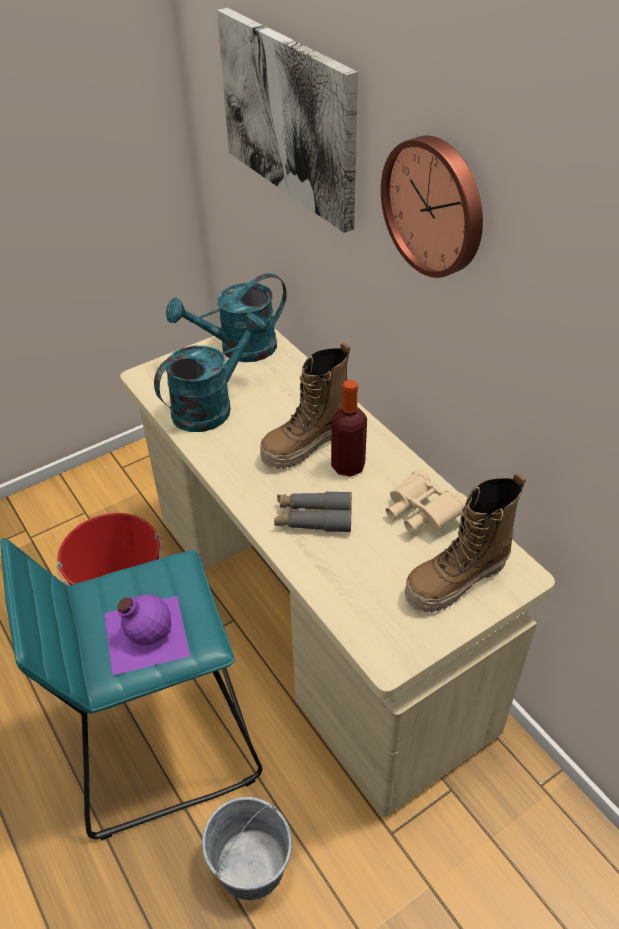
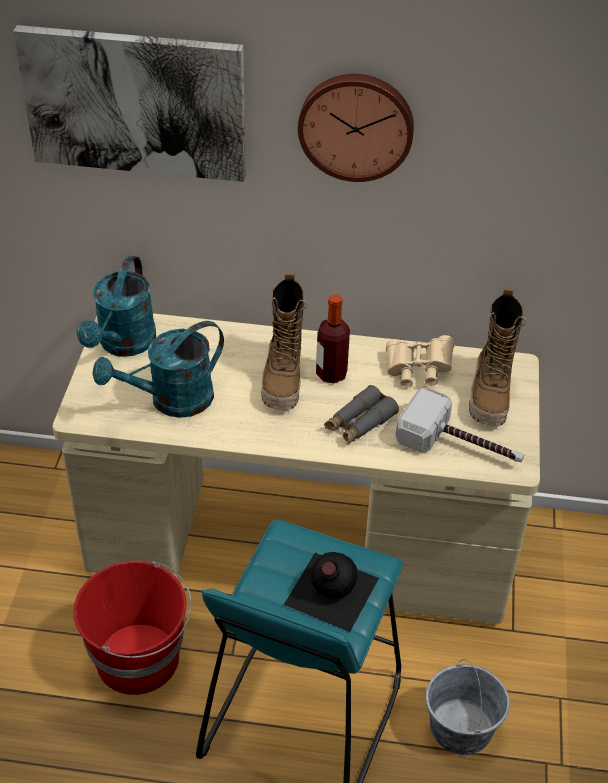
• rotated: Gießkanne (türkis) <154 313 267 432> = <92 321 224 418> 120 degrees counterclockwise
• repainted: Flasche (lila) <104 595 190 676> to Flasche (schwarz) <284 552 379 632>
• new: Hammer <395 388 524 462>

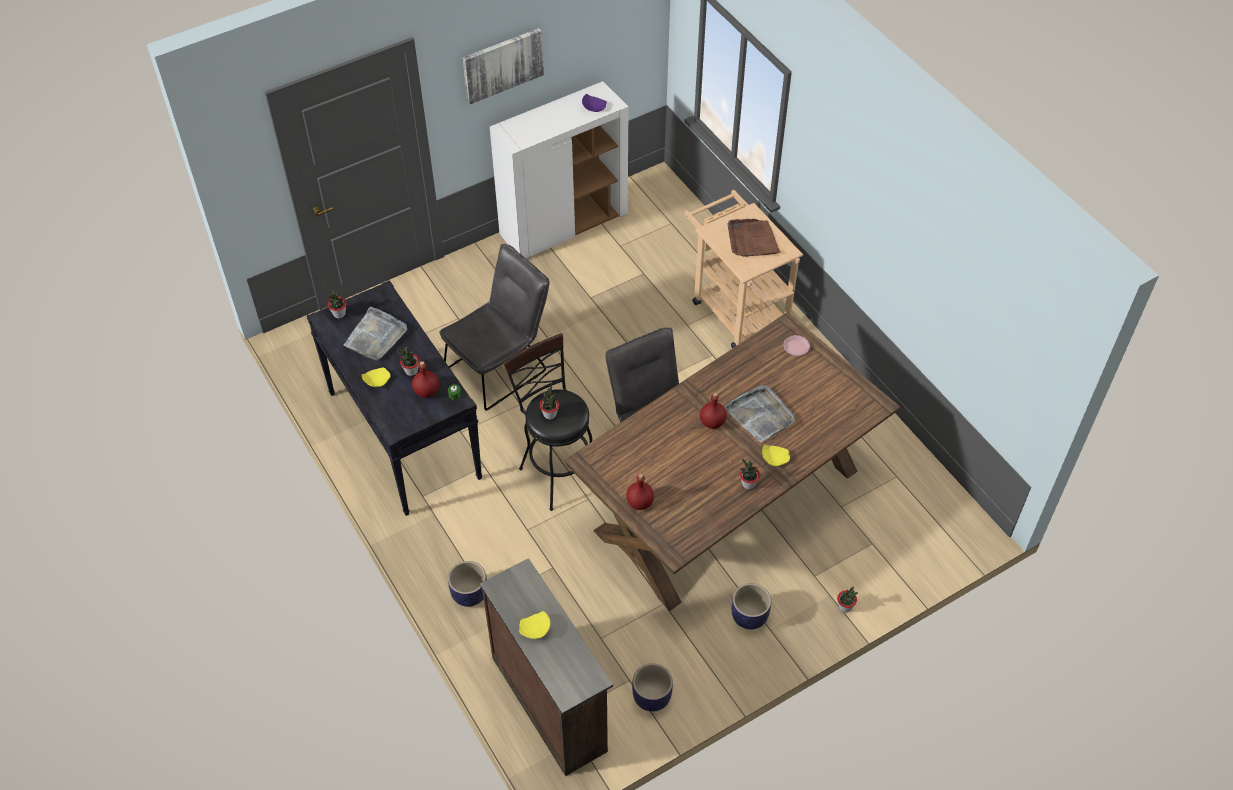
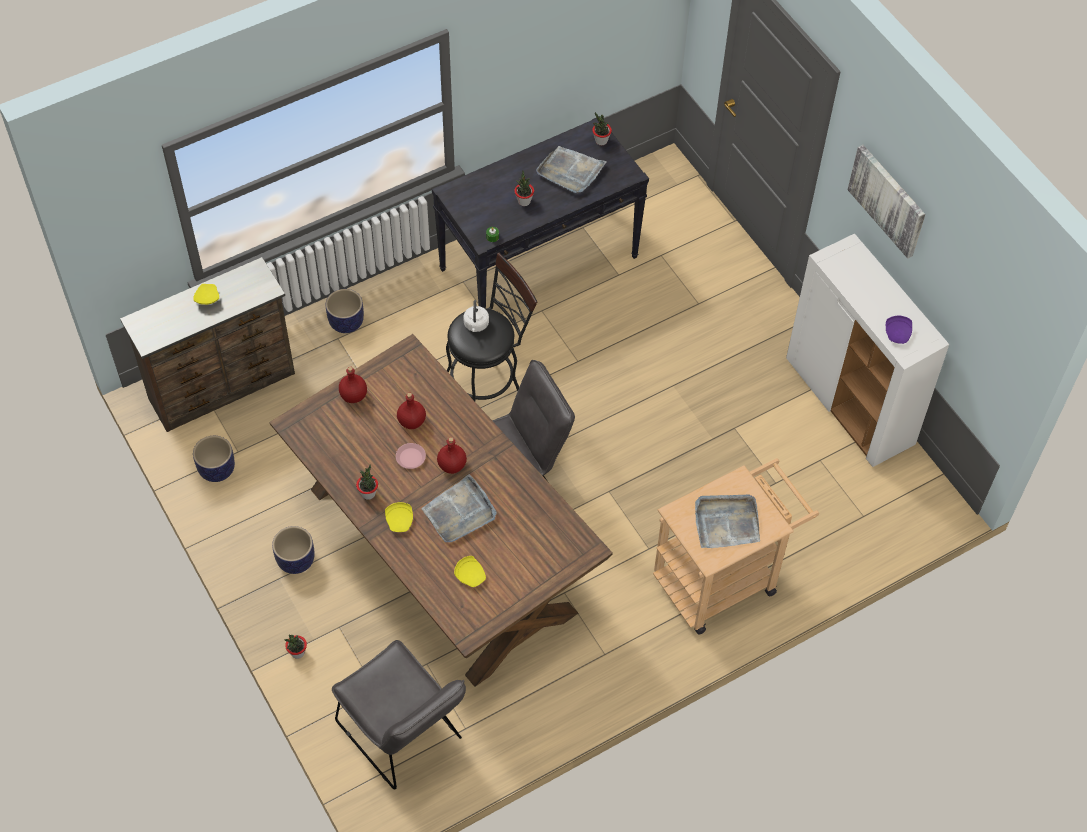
• shifted: Stuhl (grau) <439 244 550 410> to <332 640 466 790>
• shifted: Teller (rosa) <783 335 810 356> to <396 443 426 469>
• shifted: Flasche (rot) <412 361 439 398> to <397 393 426 429>
• shifted: Teller (gelb) <362 368 391 387> to <454 556 486 587>
• swapped: Topfpflanze <540 385 559 419> to Wasserkessel (weiß) <463 300 489 332>
• repainted: Tablett (braun) <727 219 781 257> to Tablett (grau) <695 494 760 548>

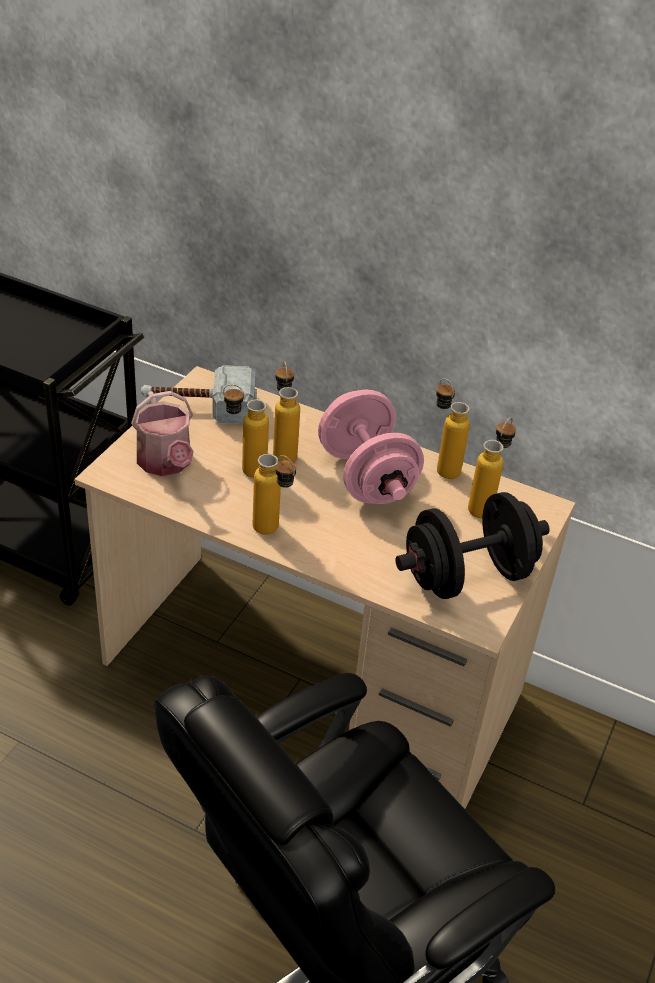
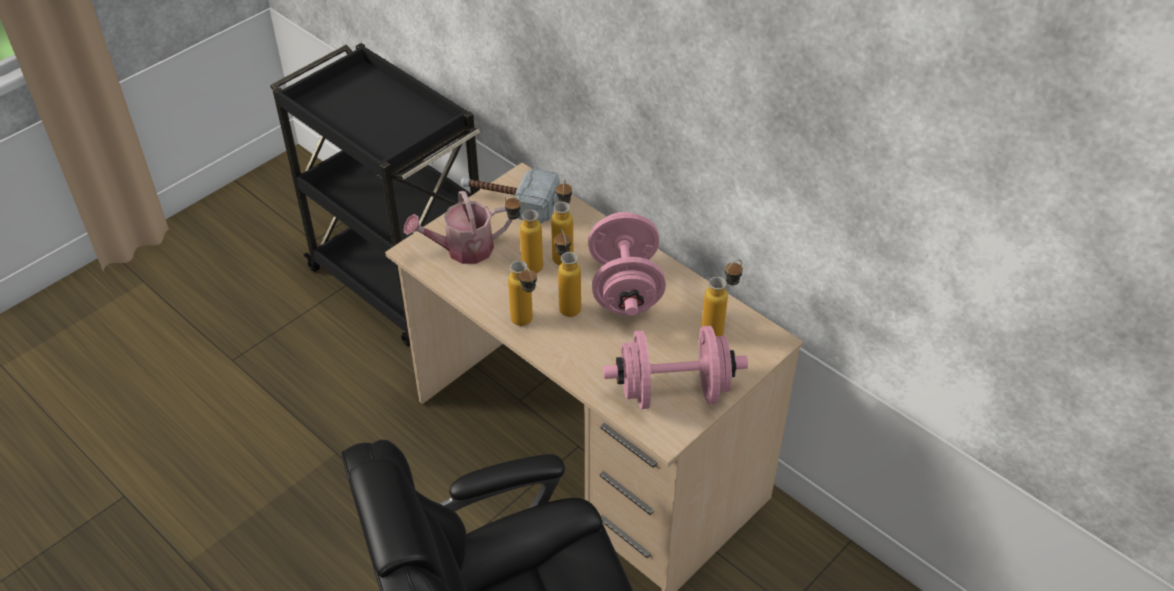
• rotated: Gießkanne <131 391 194 476> = <404 191 513 264> 75 degrees clockwise
• shifted: Flasche <436 378 470 479> to <554 229 581 317>
• repainted: Hantel (schwarz) <396 492 550 599> to Hantel (rosa) <603 326 748 409>

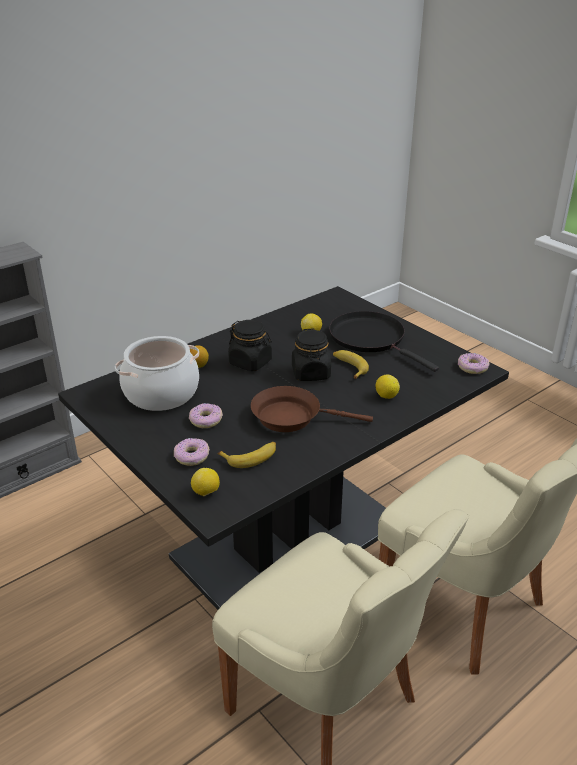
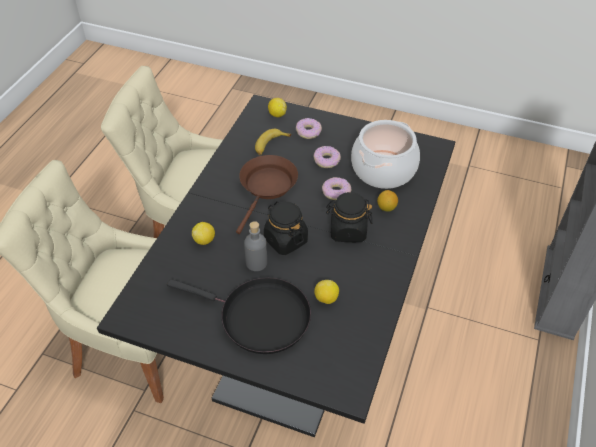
• rotated: Pfanne (braun) <251 386 373 432> = <236 155 298 234> 45 degrees counterclockwise
• swapped: Banane <333 350 369 379> to Flasche (grau) <244 221 267 271>
• shifted: Donut <458 353 489 374> to <322 177 351 200>

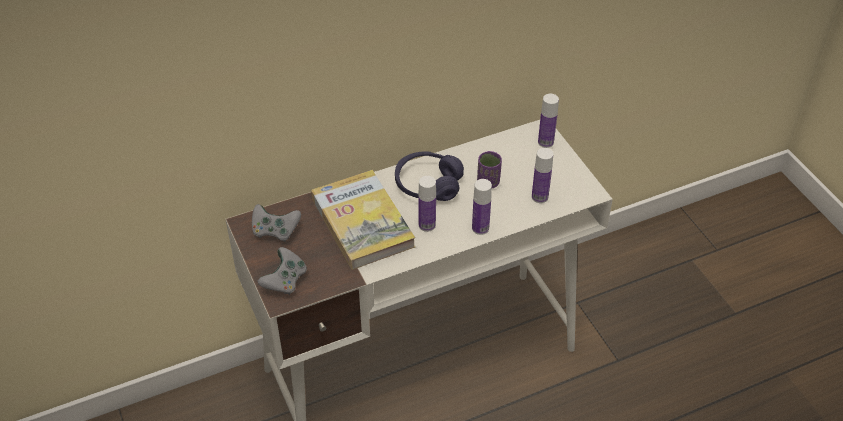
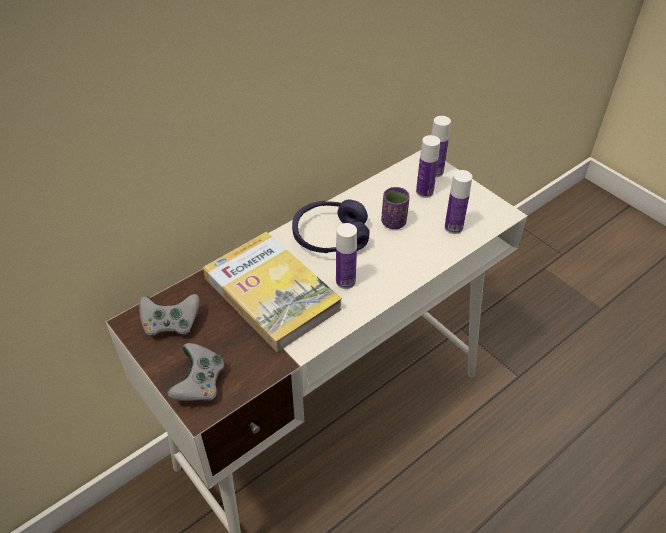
• shifted: Flasche <472 179 492 235> to <416 135 440 198>

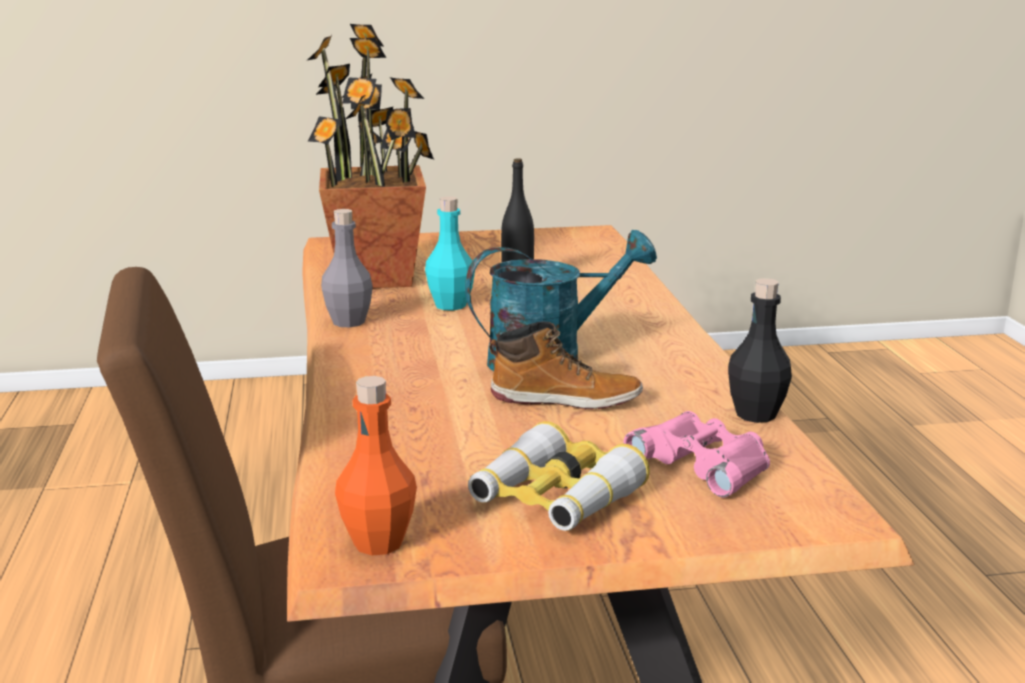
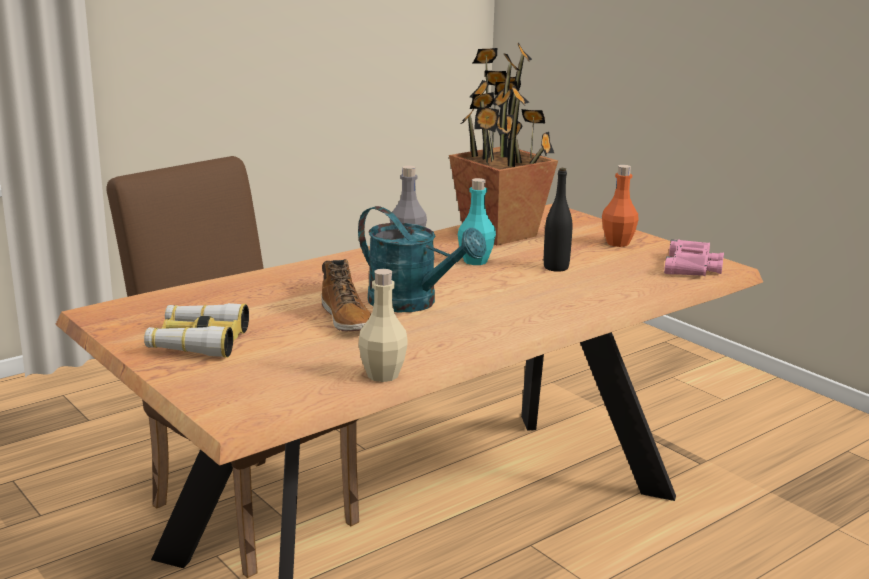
• repainted: Flasche (schwarz) <728 278 792 423> to Flasche (beige) <358 269 407 382>
• shifted: Flasche (orange) <335 376 417 555> to <602 165 639 247>
• shifted: Fernglas (rosa) <623 411 770 498> to <664 239 724 276>

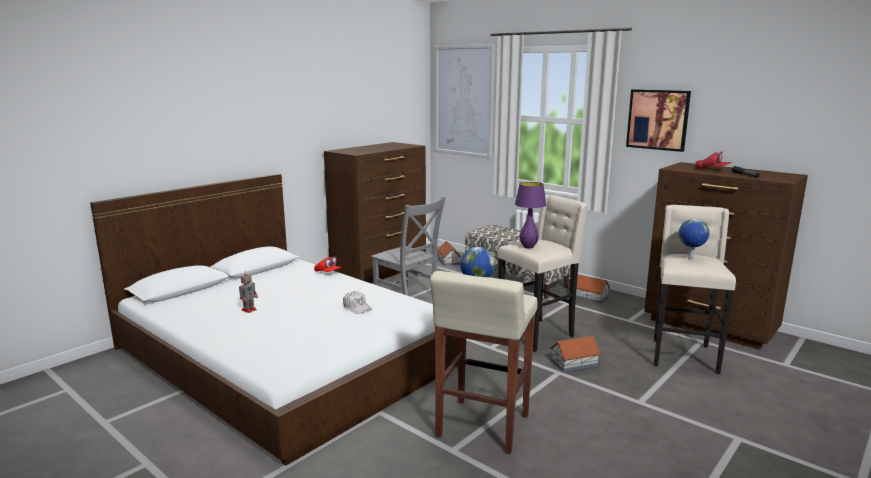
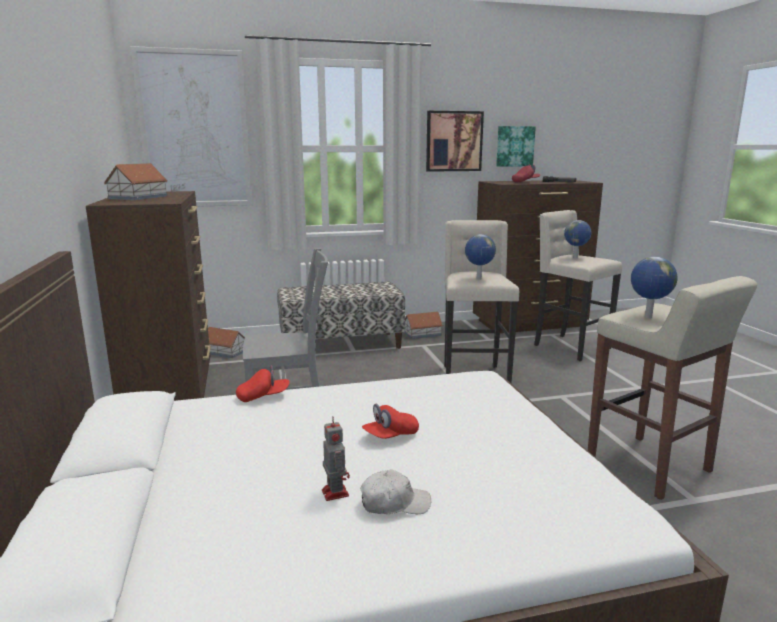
• shifted: Spielzeughaus <550 336 601 372> to <104 163 168 200>
• shifted: Kappe (weiß) <343 291 372 314> to <360 469 431 514>
• new: Kappe (rot) <362 404 419 439>
• swapped: Tischlampe (lila) <515 182 546 249> to Globus <465 234 496 280>
• new: Bild <496 126 536 167>

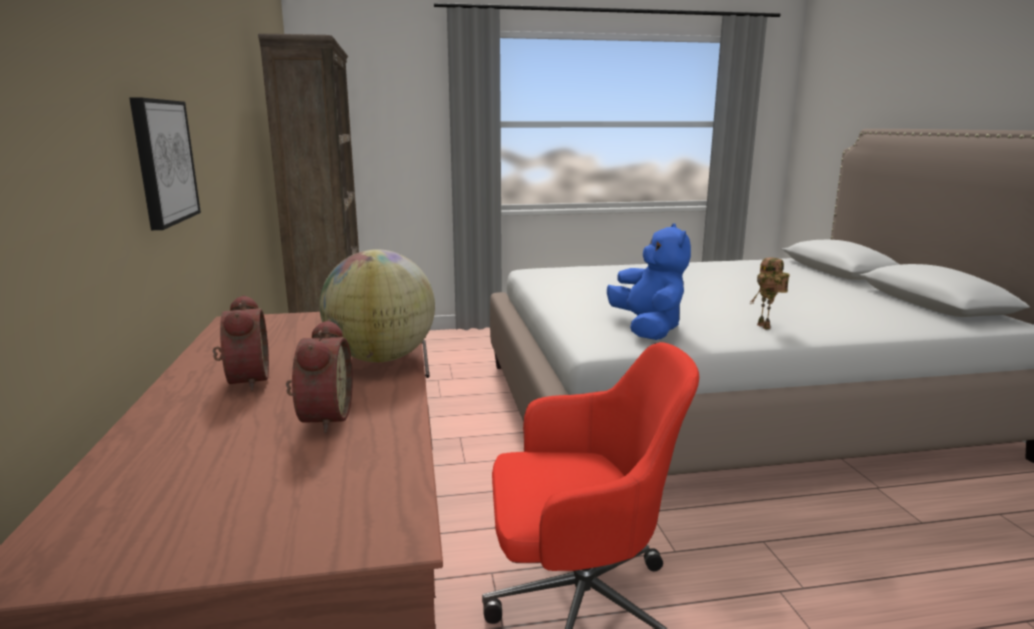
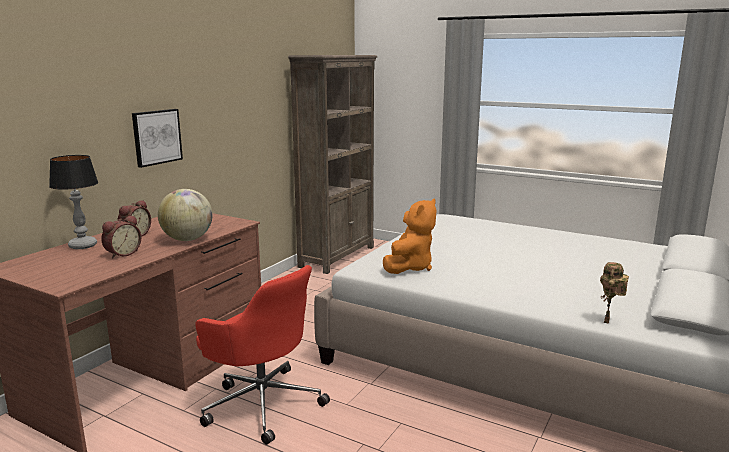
• new: Tischlampe <49 155 98 249>
• repainted: Plüschtier (blau) <607 223 691 340> to Plüschtier (orange) <383 199 437 274>
• shifted: Spielzeugroboter <750 258 790 329> to <600 262 629 324>

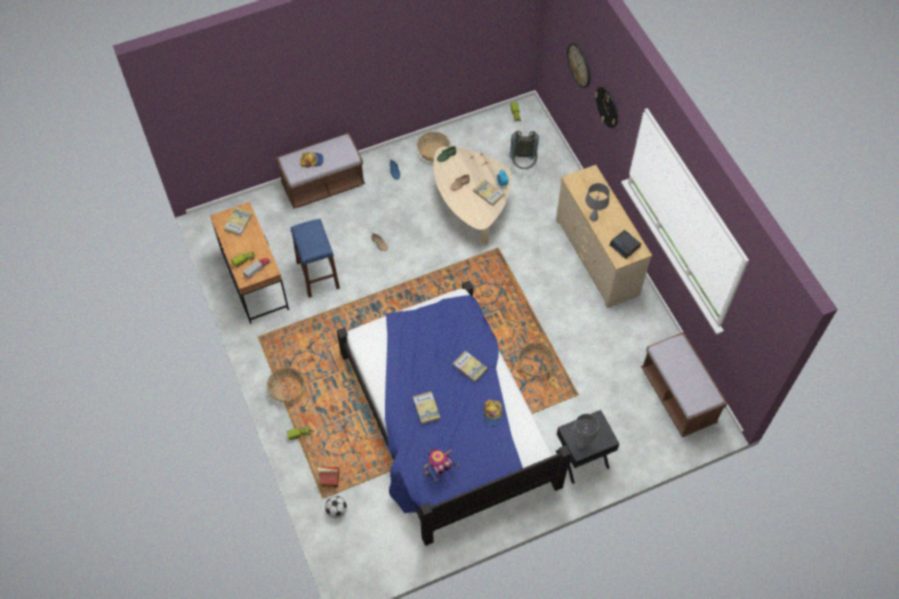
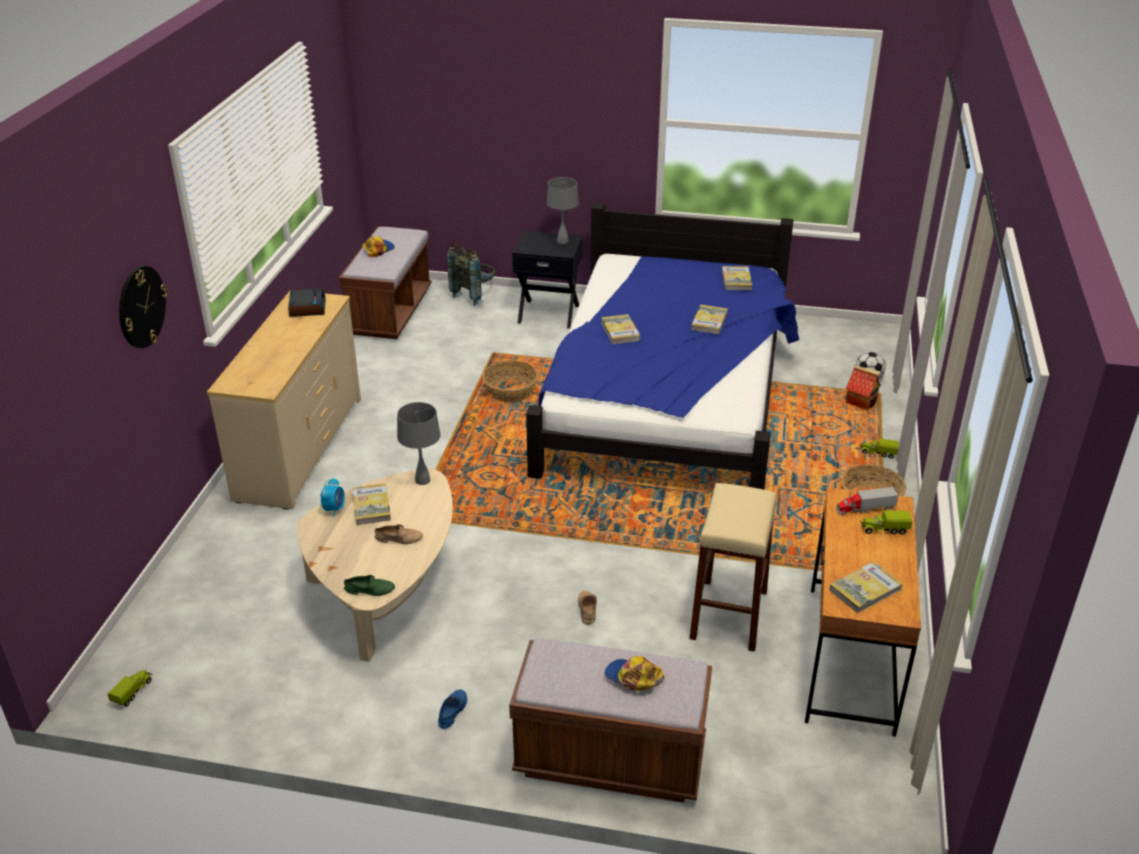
• shifted: Kappe <484 400 503 425> to <362 236 395 257>
• shifted: Tischlampe (grau) <585 183 610 221> to <397 402 440 485>
• shifted: Rucksack (grau) <509 131 539 169> to <447 243 496 306>
• repainted: Hocker (blau) <291 219 340 298> to Hocker (beige) <689 483 777 652>
• swapped: Spielzeugroboter <424 448 460 482> to Buch <722 266 753 290>
• gone: Korb <417 132 450 162>
• gone: Wanduhr <567 43 590 88>

